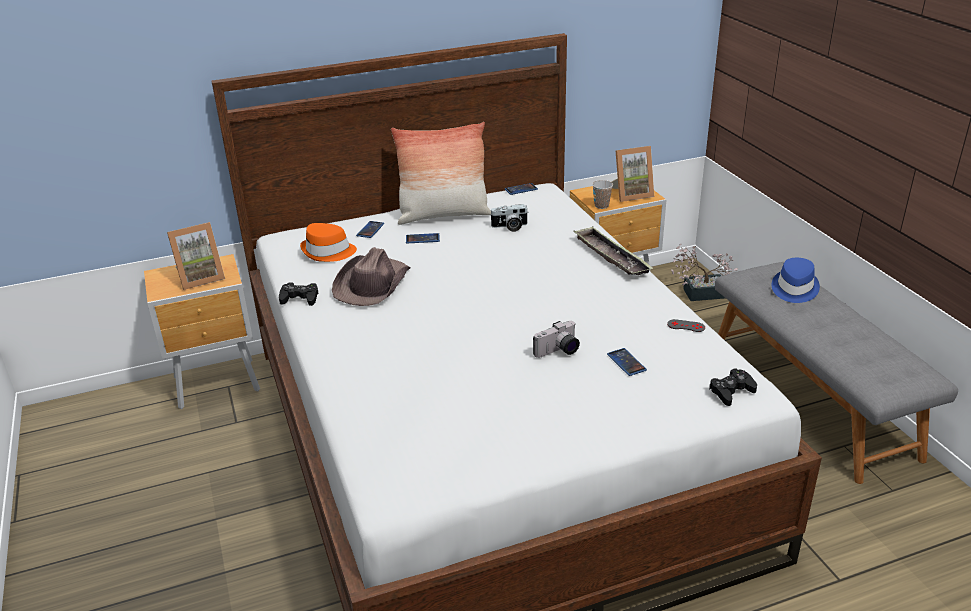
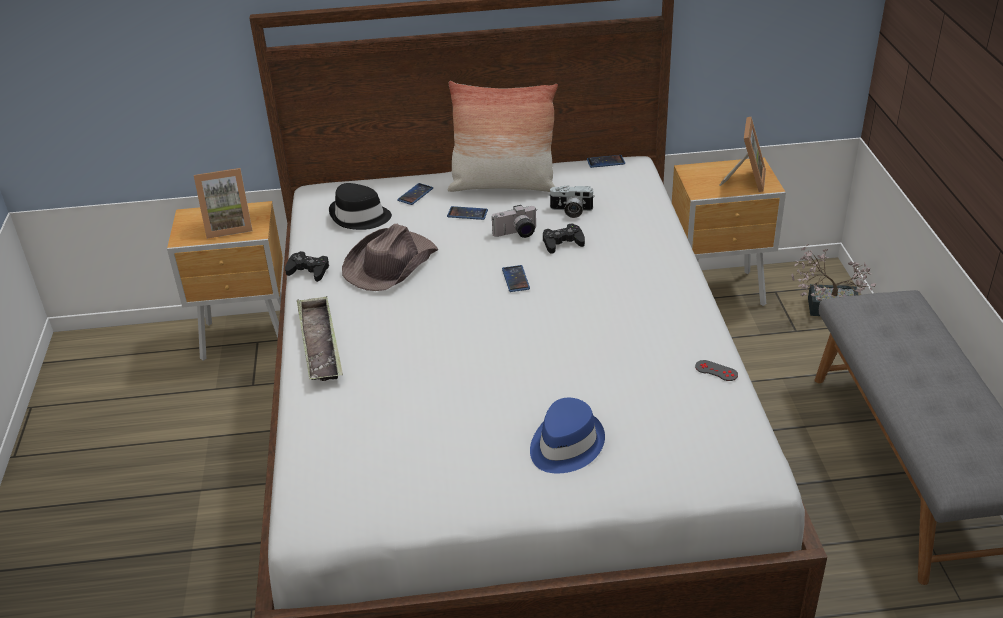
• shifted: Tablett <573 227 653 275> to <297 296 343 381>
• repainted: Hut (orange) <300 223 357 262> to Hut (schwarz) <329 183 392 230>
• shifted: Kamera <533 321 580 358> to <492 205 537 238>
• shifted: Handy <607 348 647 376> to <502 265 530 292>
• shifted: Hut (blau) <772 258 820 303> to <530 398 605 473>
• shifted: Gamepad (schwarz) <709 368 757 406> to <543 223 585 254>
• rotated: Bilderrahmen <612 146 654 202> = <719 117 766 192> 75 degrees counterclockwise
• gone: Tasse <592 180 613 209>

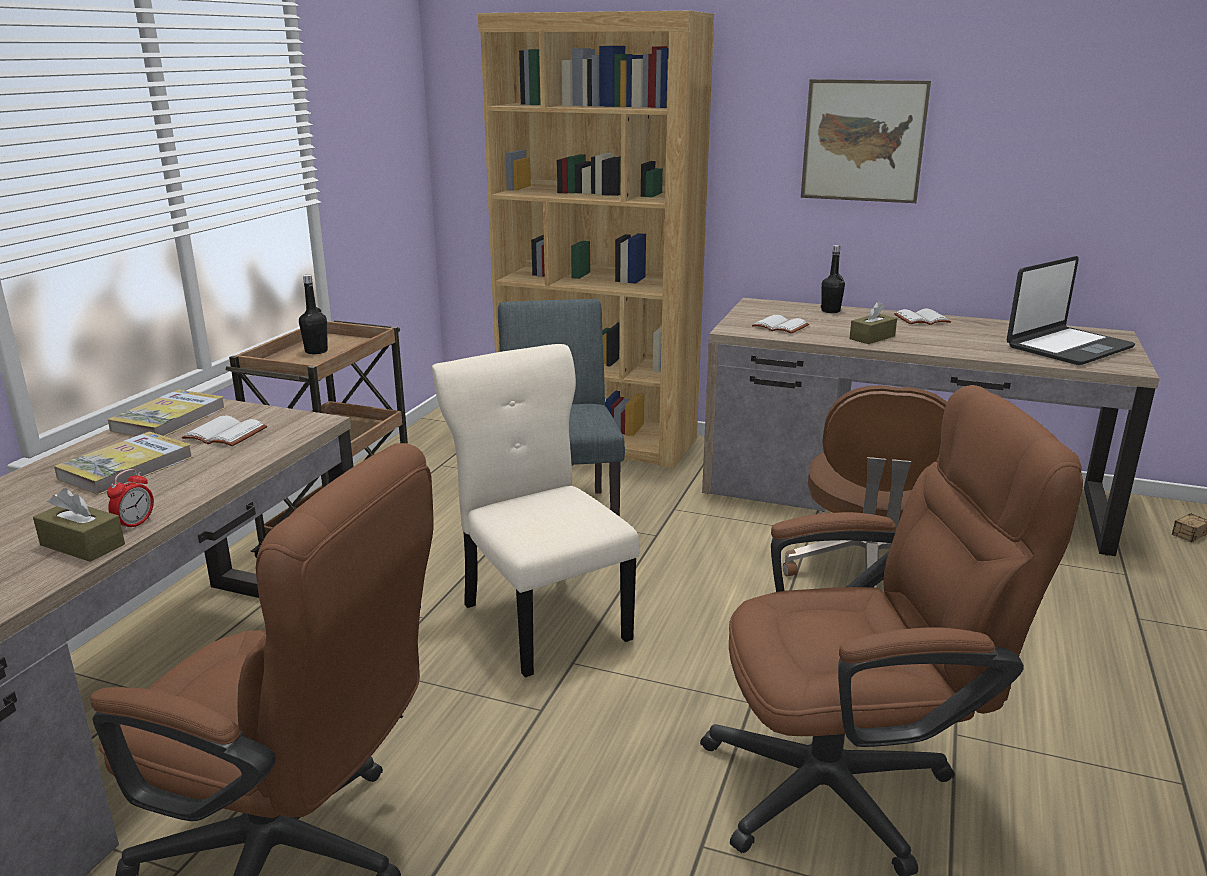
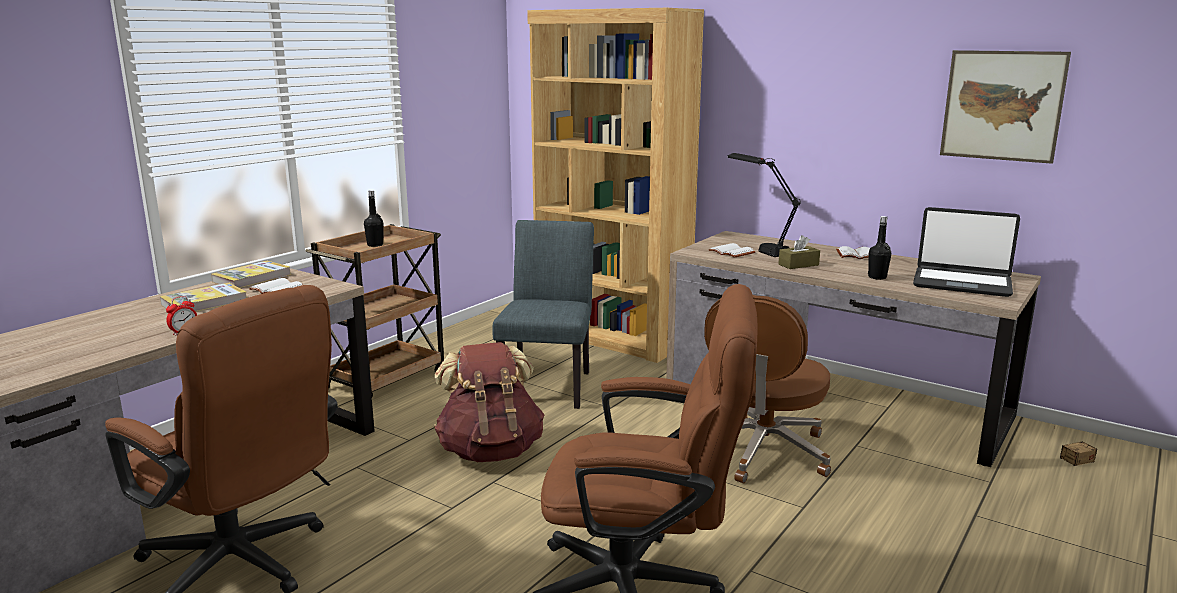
• swapped: Stuhl (beige) <432 344 639 678> to Rucksack (braun) <434 342 544 462>
• new: Tischlampe (schwarz) <727 153 800 257>
• shifted: Flasche (schwarz) <821 245 845 313> to <868 216 891 280>
• rotated: Laptop <1007 256 1135 365> = <913 207 1020 297> 45 degrees clockwise
• shifted: Bild <801 79 931 203> to <940 50 1071 164>
• gone: Taschentuchbox (braun) <33 488 125 562>

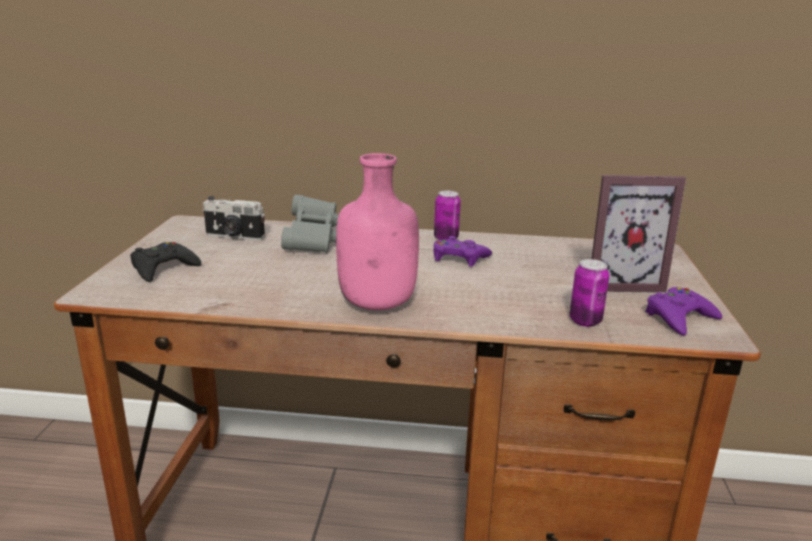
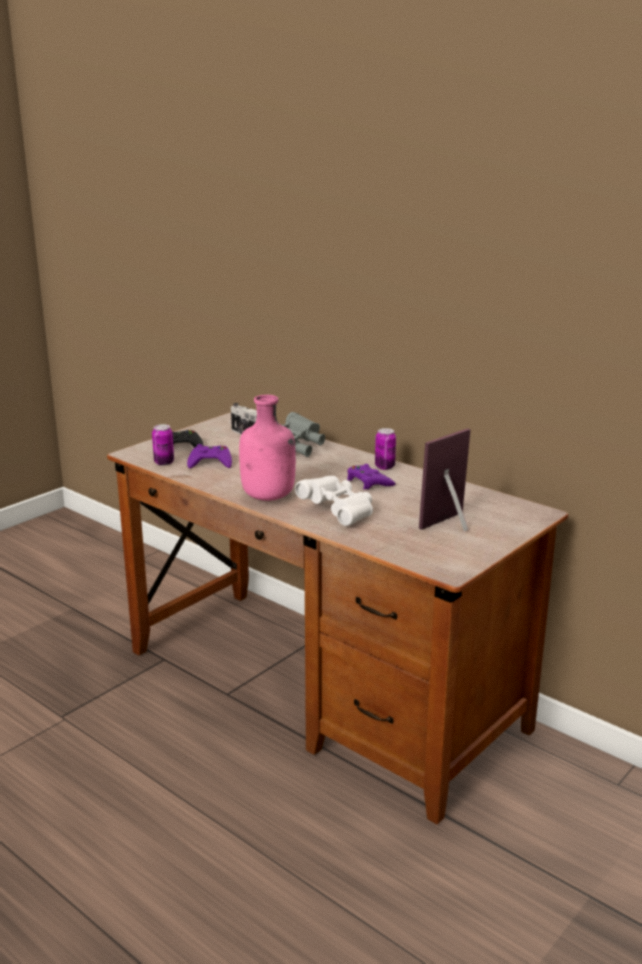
• shifted: Dose <569 259 610 327> to <152 424 174 466>
• shifted: Gamepad (lila) <645 287 722 336> to <187 444 232 468>
• new: Fernglas (weiß) <295 476 373 526>
• rotated: Bilderrahmen <591 175 686 293> = <419 428 470 532> 105 degrees clockwise

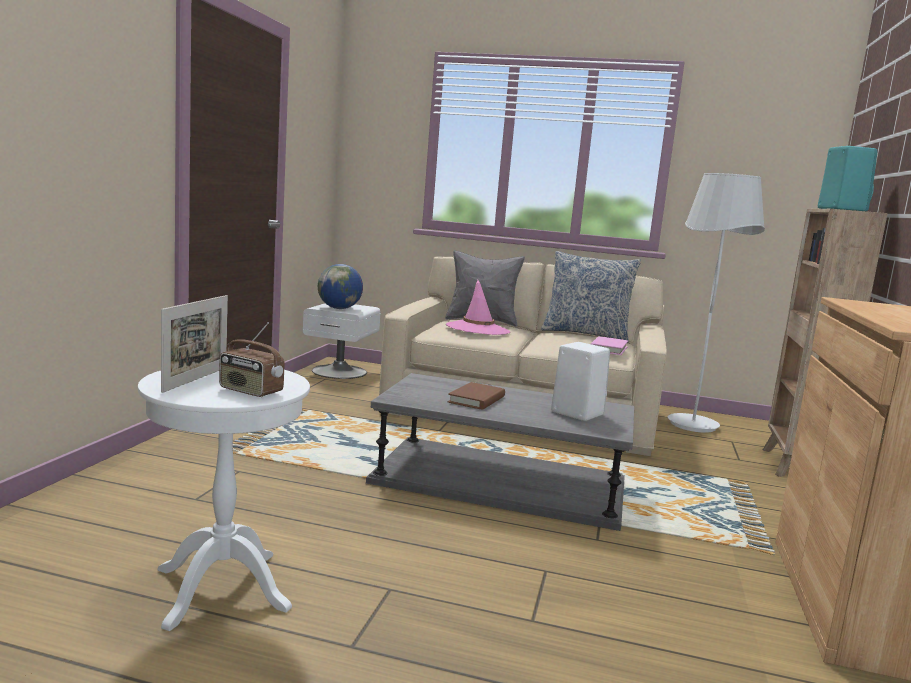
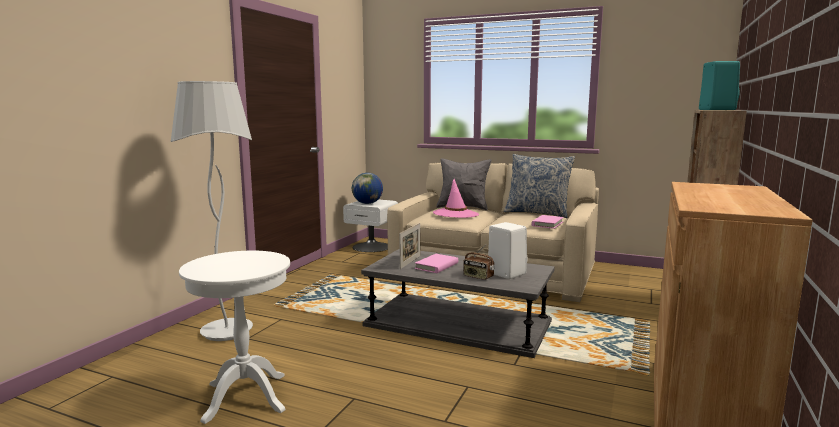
• shifted: Stehlampe (weiß) <667 173 765 433> to <171 81 253 341>
• shifted: Bilderrahmen <161 295 228 393> to <399 223 420 269>
• repainted: Buch (braun) <448 382 505 410> to Buch (rosa) <415 254 459 273>
• shifted: Radio <219 322 284 397> to <463 244 495 280>

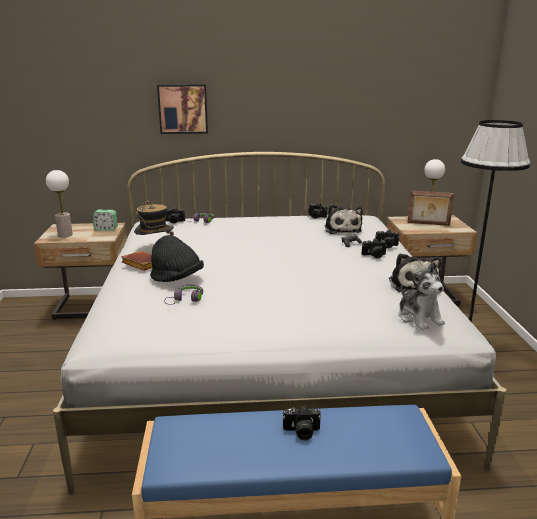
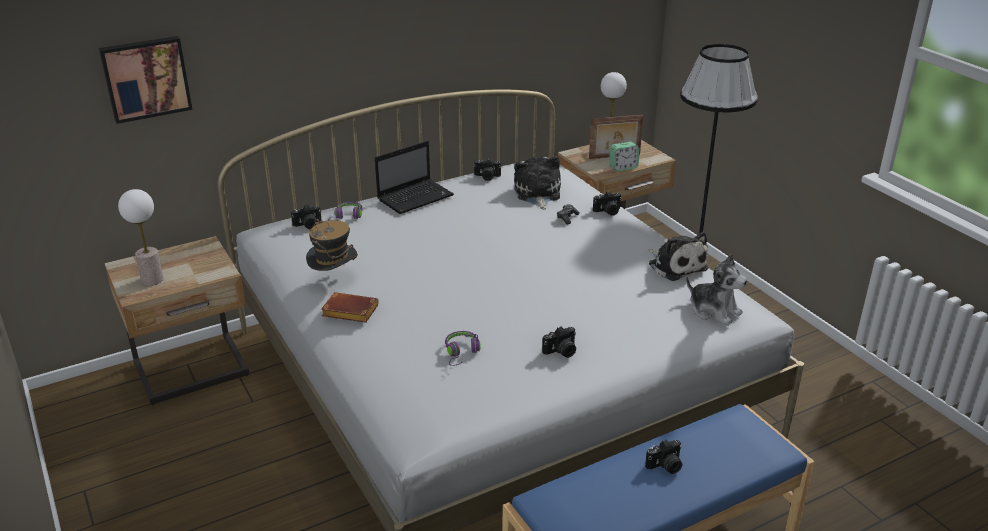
• shifted: Bild <157 84 208 134> to <99 36 192 124>
• new: Laptop <375 141 454 214>
• rotated: Plüschtier <325 204 363 234> = <514 156 561 210> 150 degrees counterclockwise
• shifted: Kamera <362 238 387 258> to <542 326 576 358>
• shifted: Wecker <92 210 118 231> to <609 141 640 172>
• gone: Hut (schwarz) <150 235 204 282>

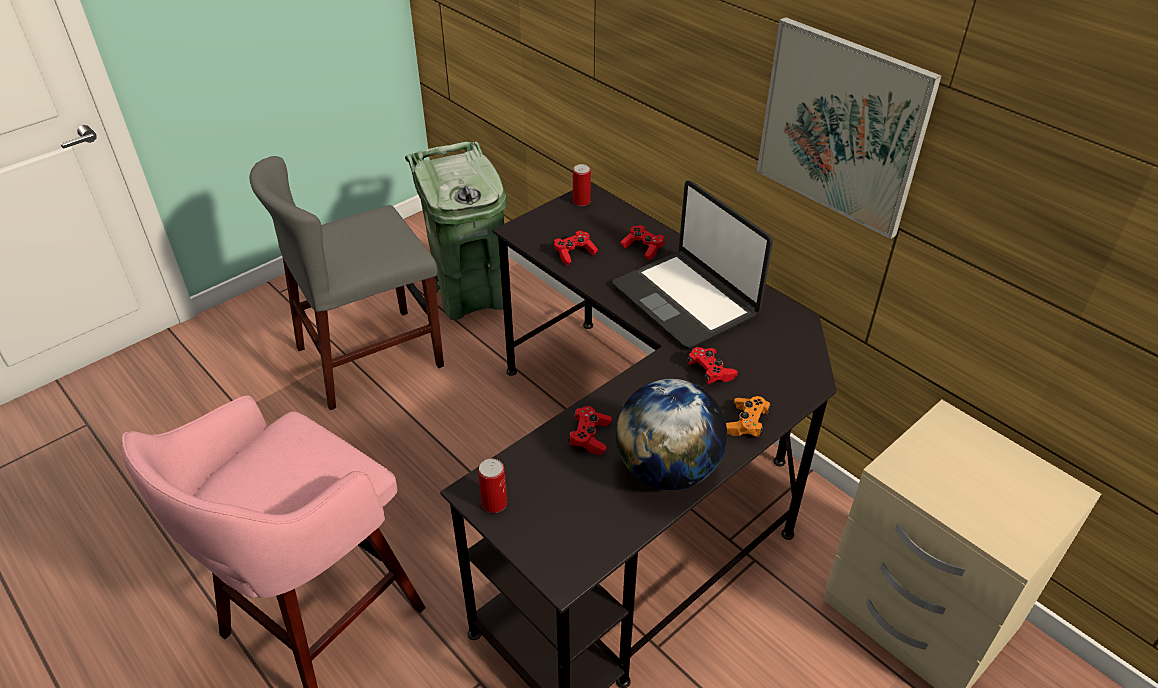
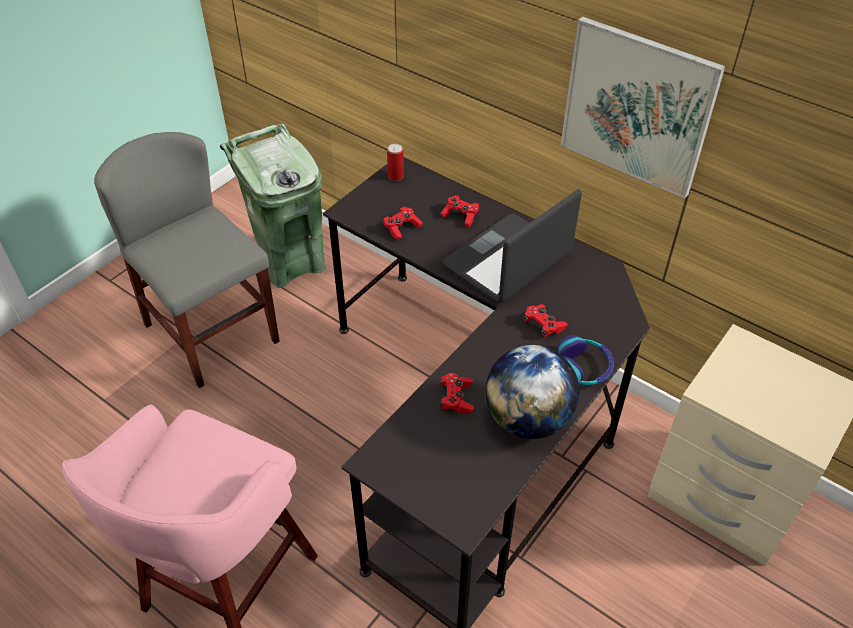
• rotated: Stuhl (grau) <249 156 444 410> = <94 132 280 388> 90 degrees clockwise
• rotated: Laptop <612 180 773 349> = <442 189 582 303> 90 degrees clockwise
• swapped: Gamepad (orange) <726 396 771 438> to Kopfhörer <558 335 614 385>
• gone: Dose <478 458 507 513>

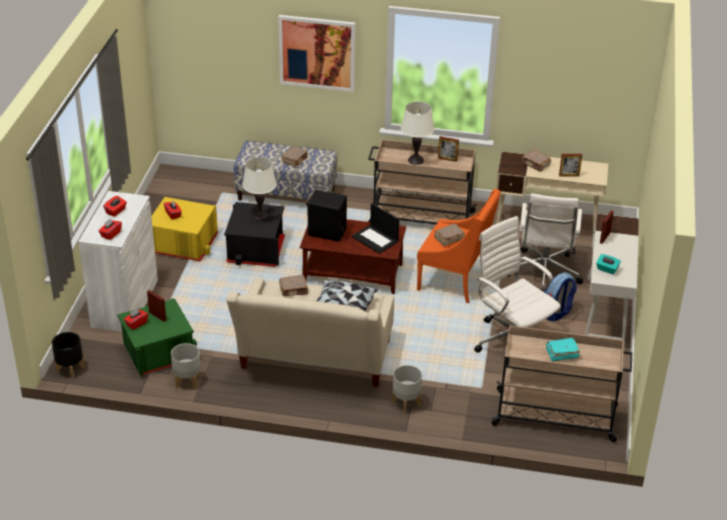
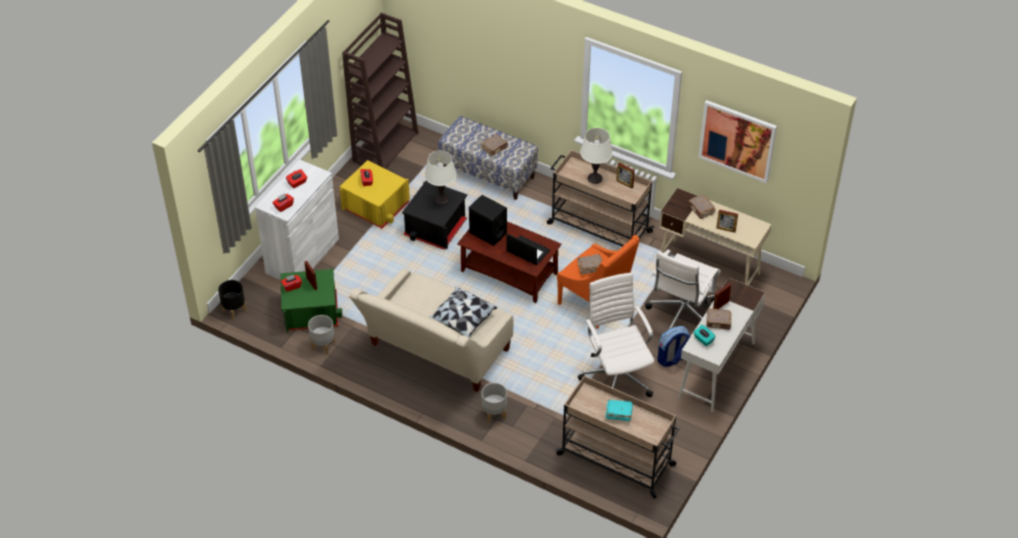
• new: Bücherregal (braun) <342 13 419 169>
• rotated: Laptop <352 203 399 254> = <507 233 550 265> 150 degrees clockwise
• shifted: Bild <278 15 355 92> to <698 100 777 183>
• shifted: Buch (braun) <279 275 308 296> to <706 308 732 330>

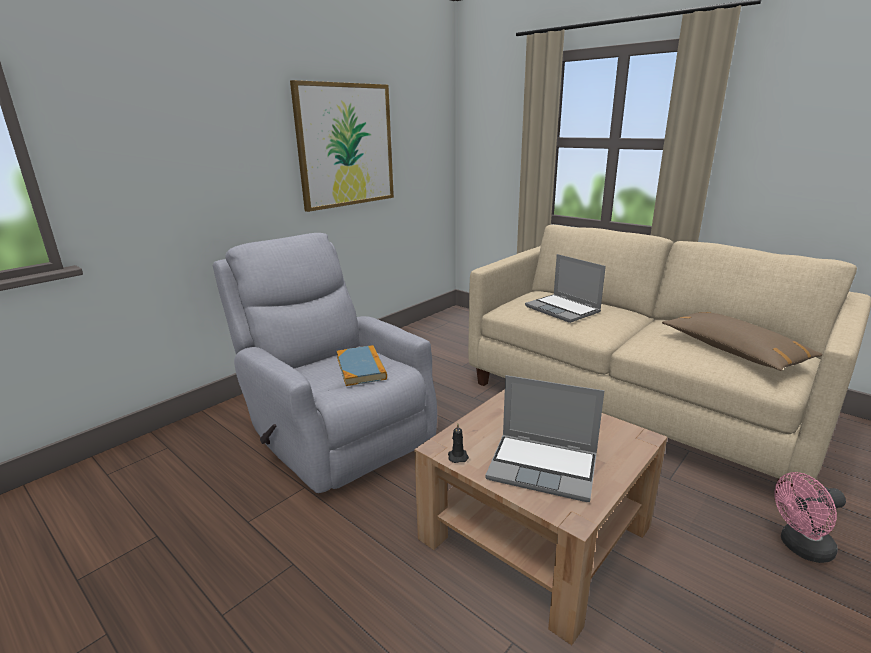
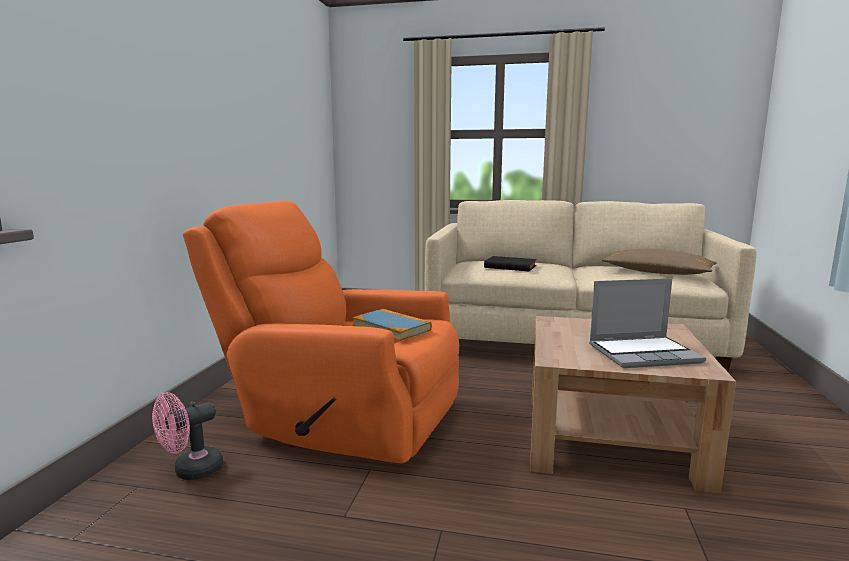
• shifted: Ventilator (rosa) <775 472 846 563> to <152 392 223 480>
• repainted: Sessel (grau) <213 233 437 493> to Sessel (orange) <183 201 459 463>
• swapped: Laptop <525 254 606 323> to Buch (schwarz) <484 256 537 272>
• gone: Bild <290 80 394 212>
• gone: Kerze (schwarz) <448 424 469 463>

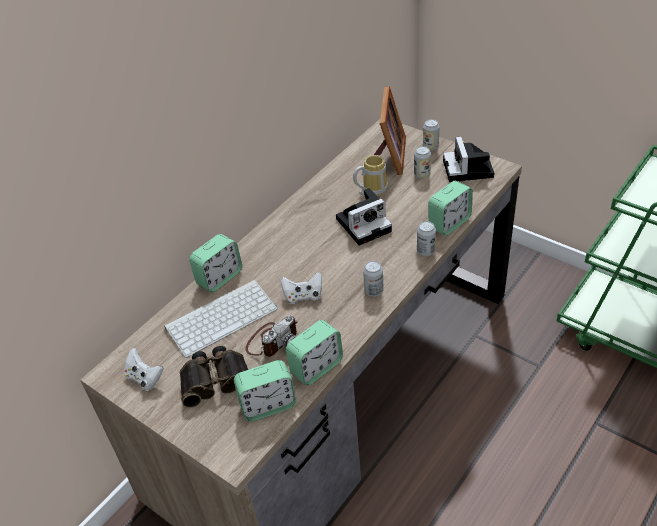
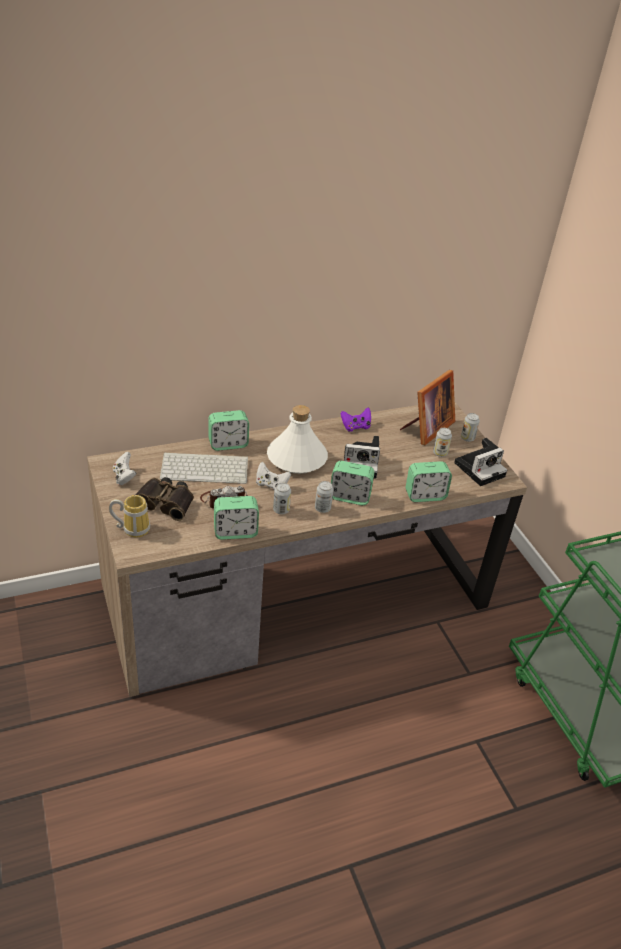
• shifted: Henkelbecher <353 155 388 196> to <109 495 150 538>
• new: Flasche (weiß) <267 405 328 474>
• shifted: Dose <417 221 436 256> to <273 483 291 515>
• shifted: Wecker <234 360 296 421> to <331 461 375 505>
• new: Gamepad (lila) <341 408 371 432>
• rotated: Kamera <443 136 495 182> = <454 438 507 486> 150 degrees counterclockwise

